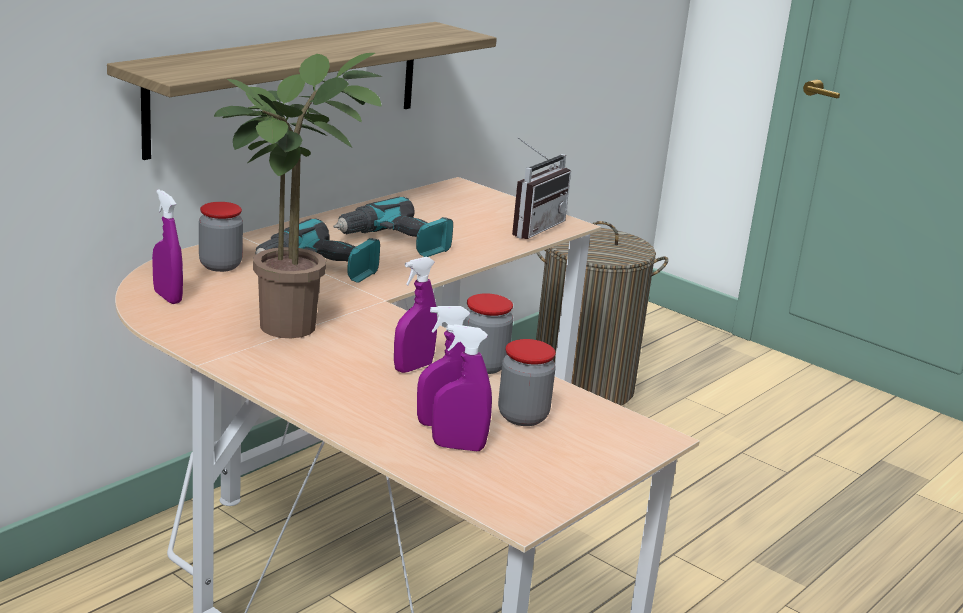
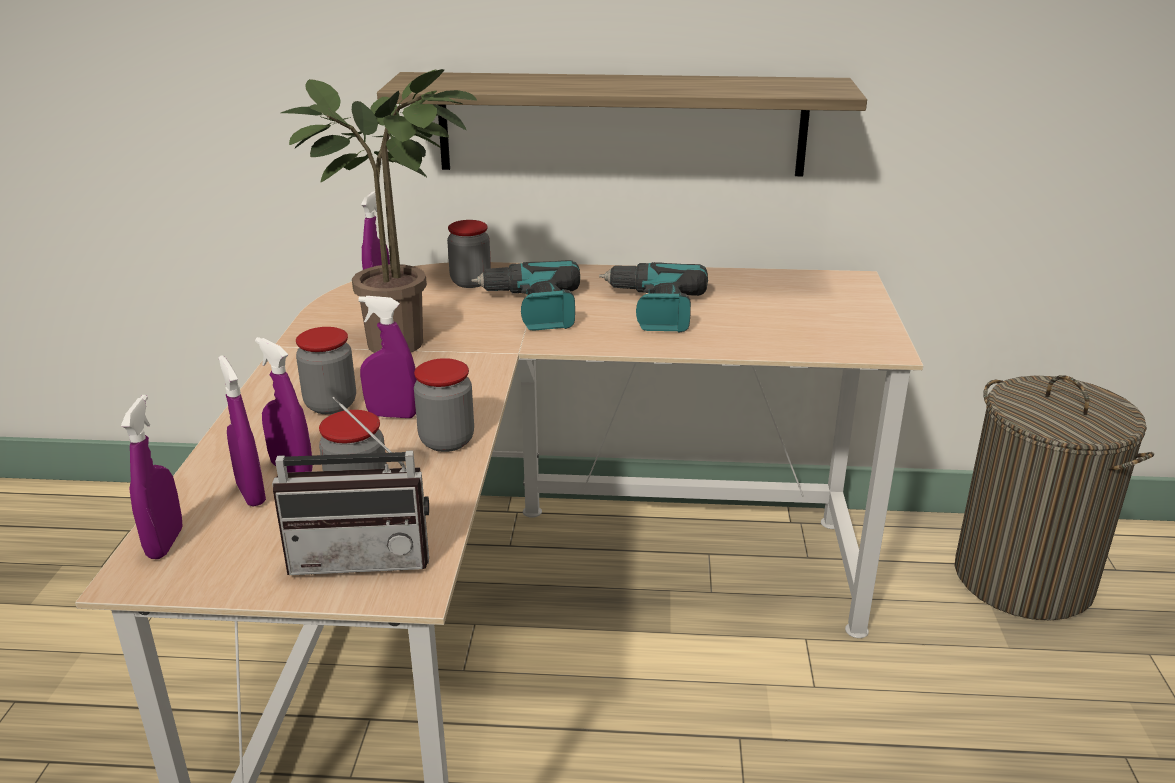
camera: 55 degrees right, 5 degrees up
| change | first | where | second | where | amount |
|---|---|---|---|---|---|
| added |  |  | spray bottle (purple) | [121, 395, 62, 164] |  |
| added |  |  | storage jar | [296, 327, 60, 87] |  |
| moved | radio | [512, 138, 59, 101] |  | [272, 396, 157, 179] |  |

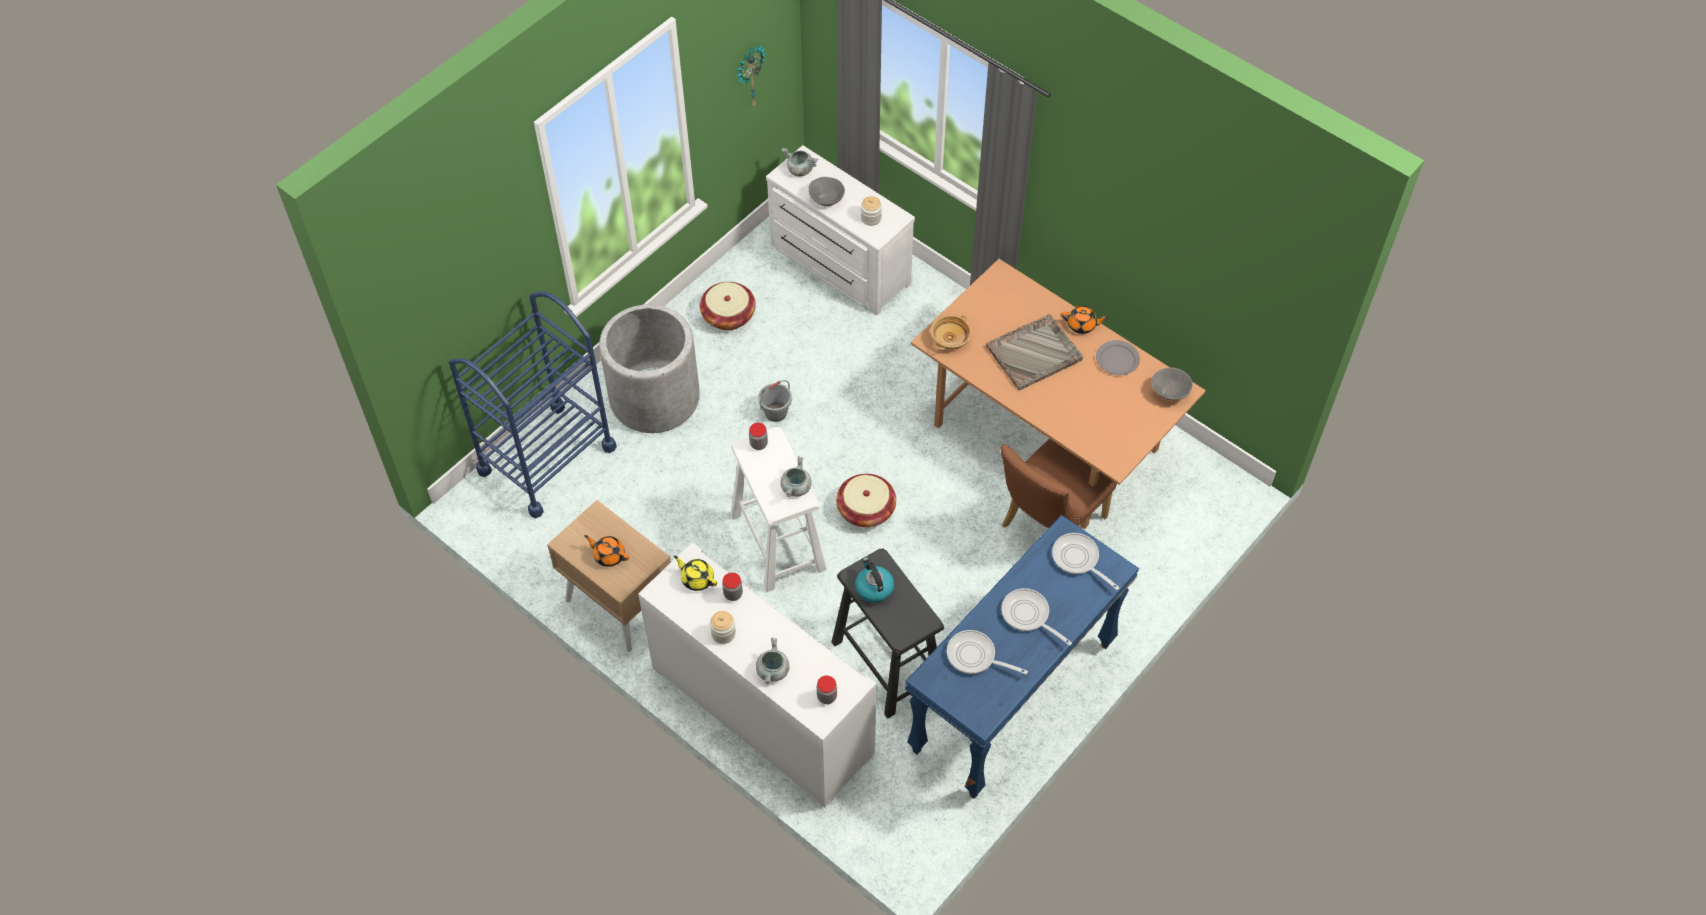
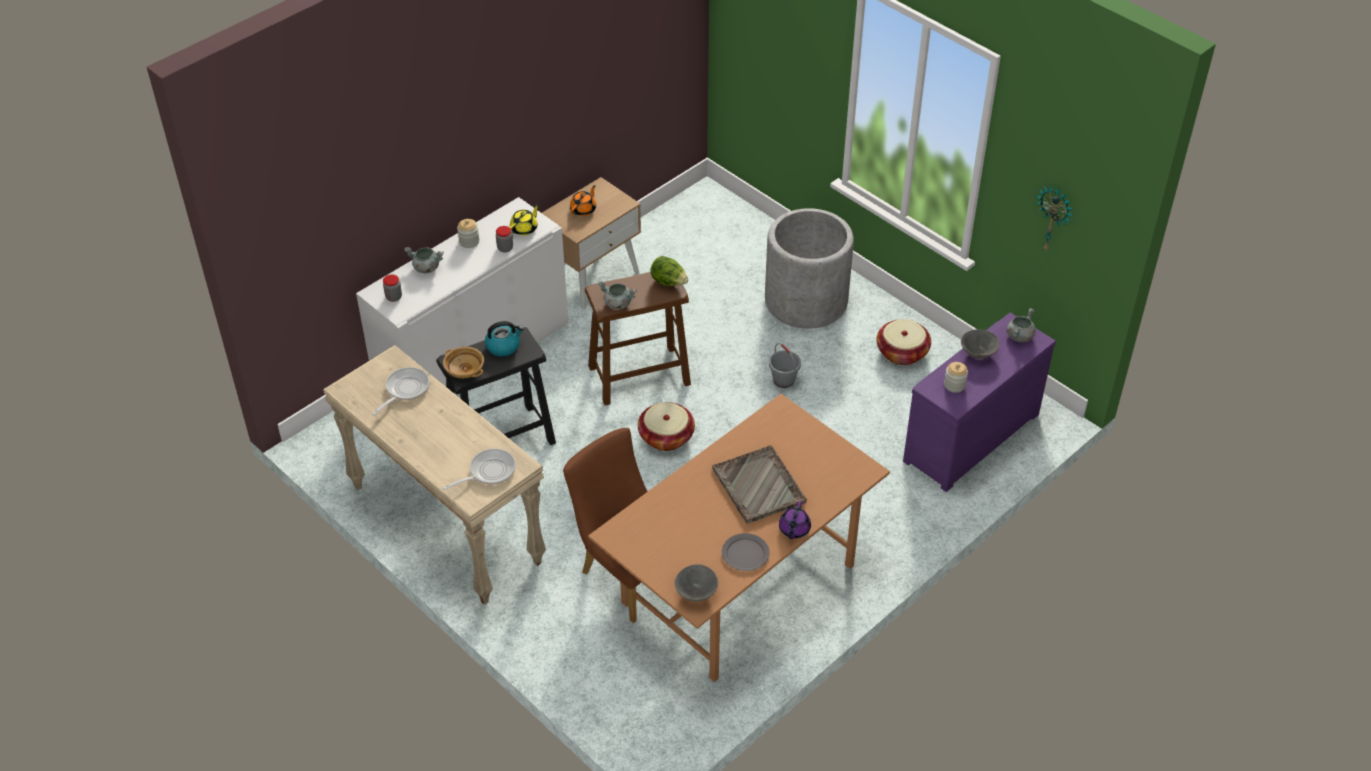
camera: 95 degrees right, 10 degrees down
| change | first | where | second | where | amount |
|---|---|---|---|---|---|
| removed | trolley (bluish) | [449, 291, 168, 227] |  |  |  |
| removed | skillet | [1001, 588, 71, 58] |  |  |  |
| moved | bowl (sand-coloured) | [931, 315, 41, 35] |  | [443, 347, 41, 32] |  |
| replaced | storage jar | [749, 423, 19, 27] | lettuce head | [650, 256, 38, 30] |  |
| recoloured | stool (whitish) | [731, 427, 96, 165] | stool (brownish) | [585, 272, 106, 134] |  |
| recoloured | chest of drawers (whitish) | [766, 145, 149, 170] | chest of drawers (purple) | [903, 312, 153, 180] |  |
| recoloured | hall table (bluish) | [905, 515, 234, 284] | hall table (sand-coloured) | [323, 345, 223, 260] |  |
| recoloured | teapot (orangey) | [1061, 305, 47, 29] | teapot (purple) | [779, 501, 32, 38] |  |

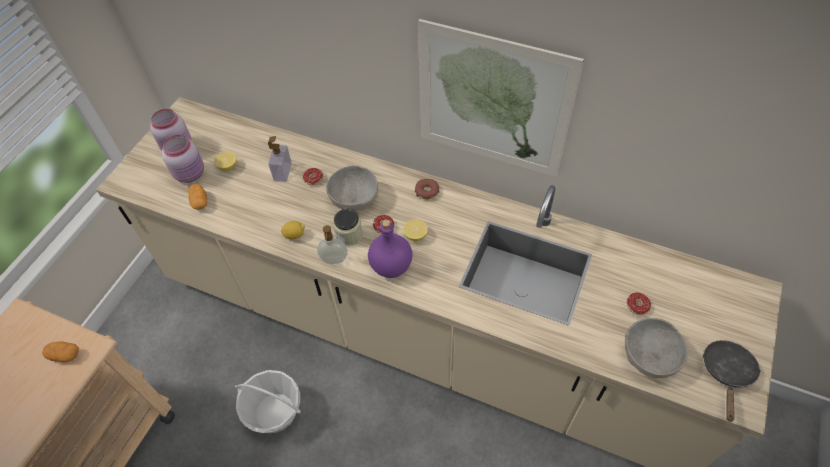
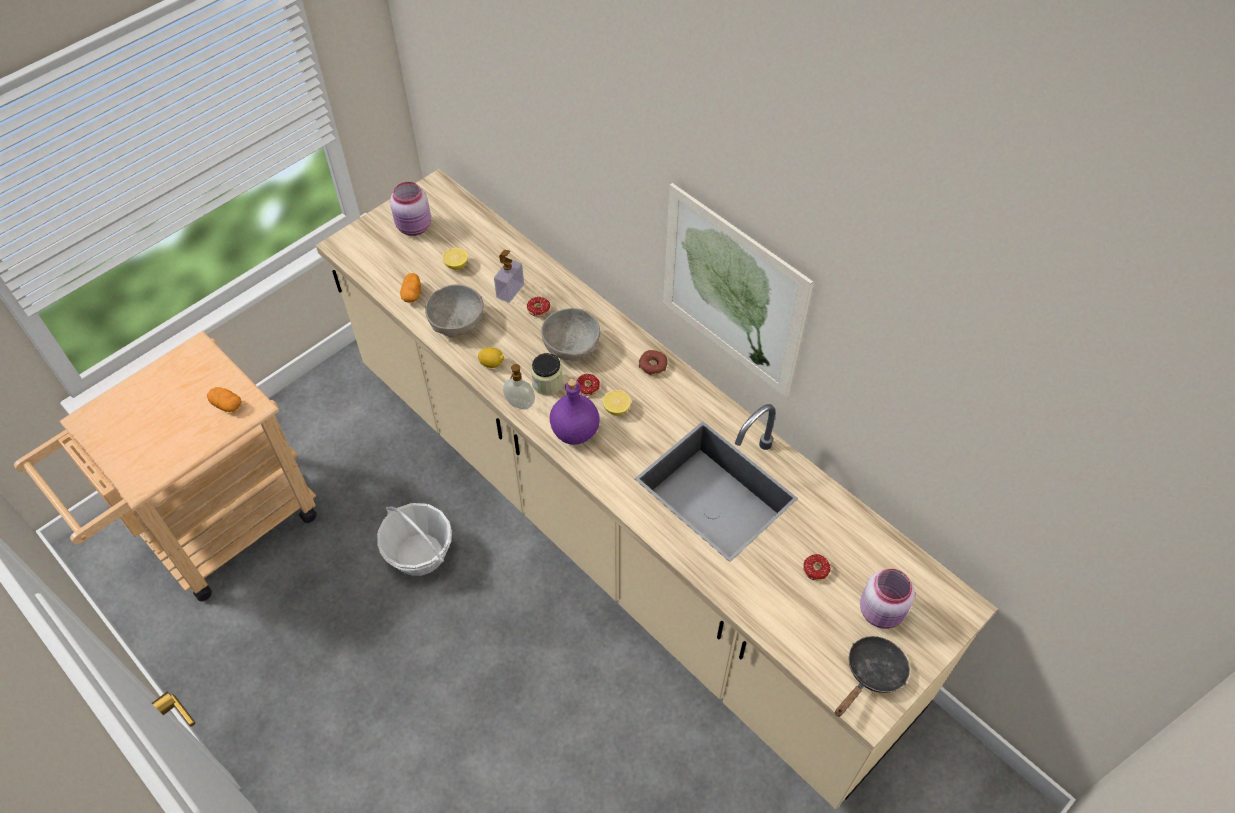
camera: 20 degrees right, 0 degrees up
| change | first | where | second | where | amount |
|---|---|---|---|---|---|
| moved | storage jar (pink) | [162, 135, 42, 48] |  | [860, 569, 55, 60] |  |
| moved | bowl (grey) | [625, 318, 63, 60] |  | [425, 284, 59, 54] |  |

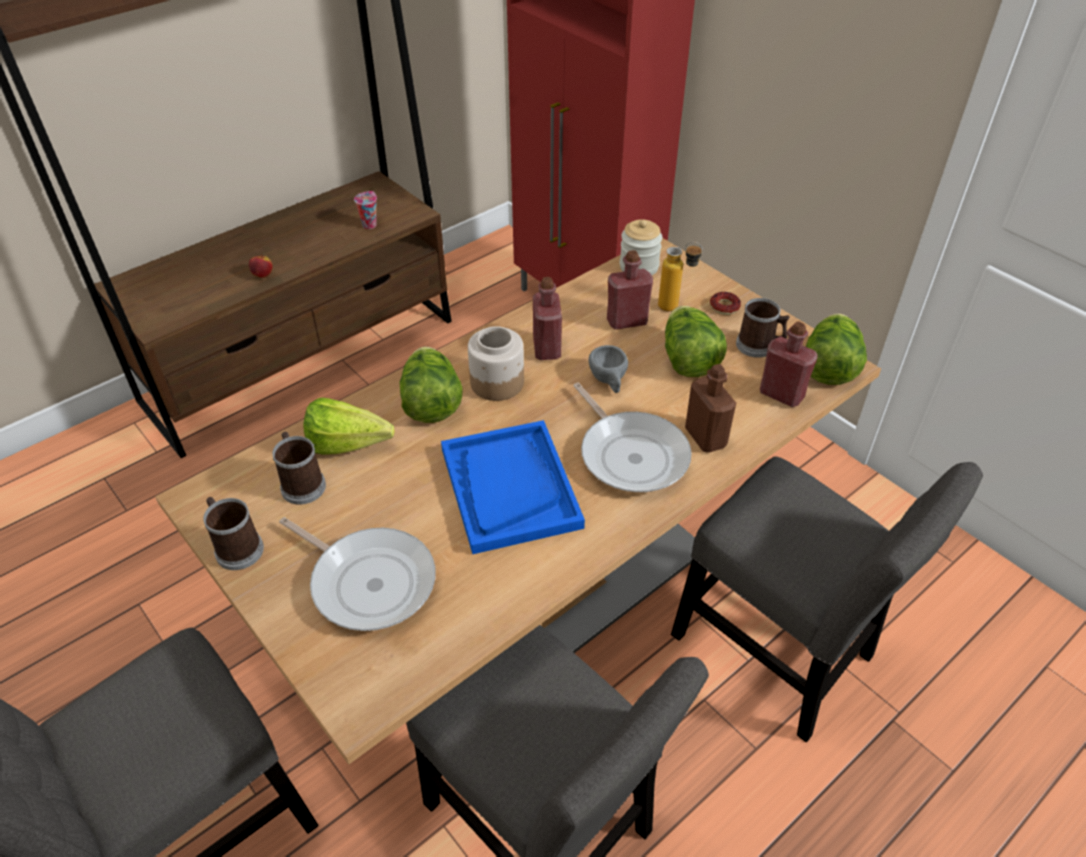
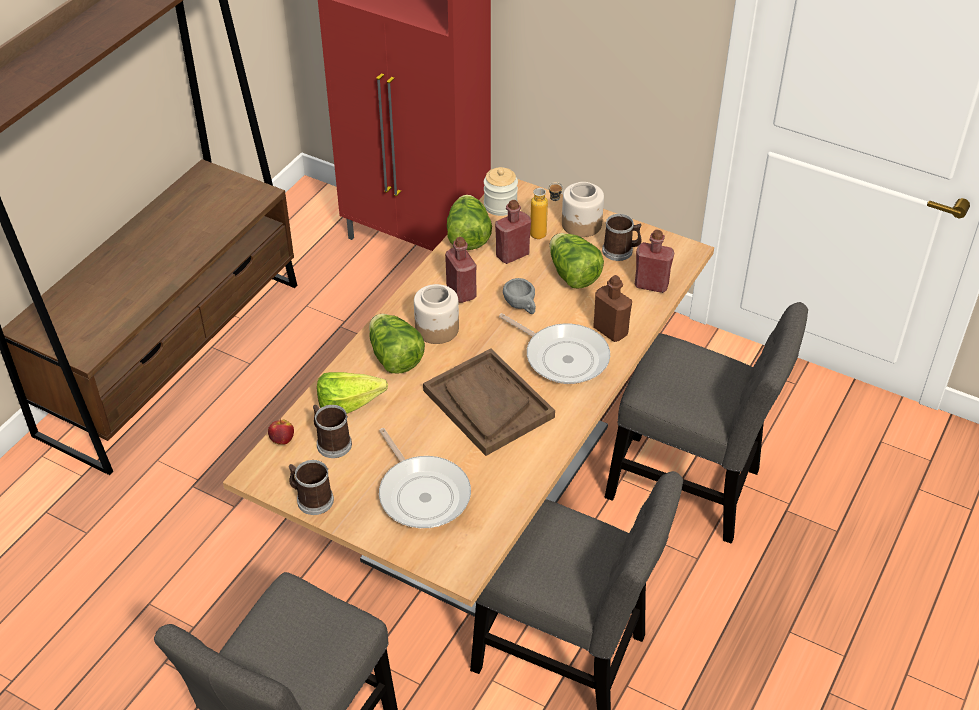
camera: 20 degrees left, 0 degrees up
| change | first | where | second | where | amount |
|---|---|---|---|---|---|
| removed | small cup | [354, 191, 23, 38] |  |  |  |
| moved | apple | [249, 254, 24, 24] |  | [268, 419, 26, 26] |  |
| moved | lettuce head | [806, 314, 61, 71] |  | [447, 195, 45, 55] |  |
| replaced | donut | [710, 292, 31, 23] | storage jar | [562, 182, 42, 55] |  |
| recoloured | carrying tray (bluish) | [441, 420, 144, 134] | carrying tray (brownish) | [423, 348, 132, 108] |  |
| turned | skillet | [279, 517, 157, 114] |  | [379, 428, 92, 100] | 45 degrees clockwise |

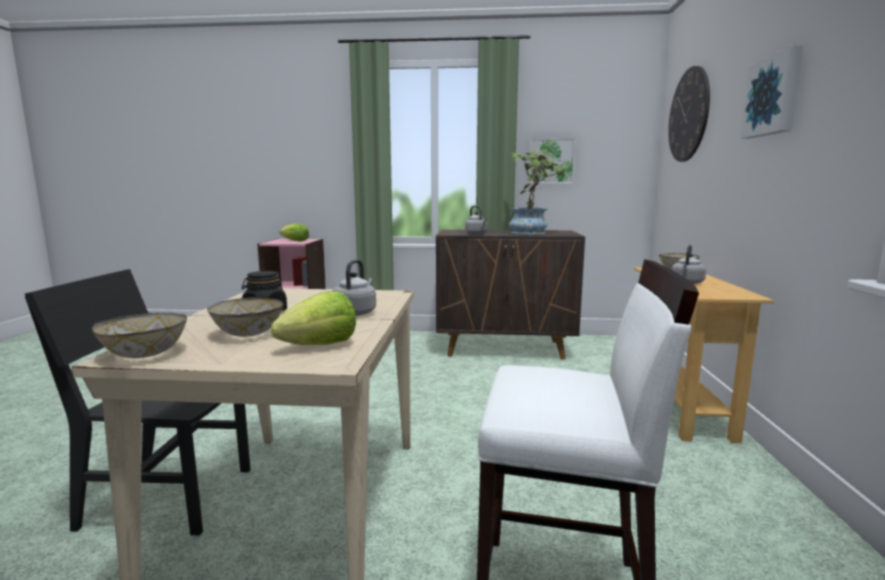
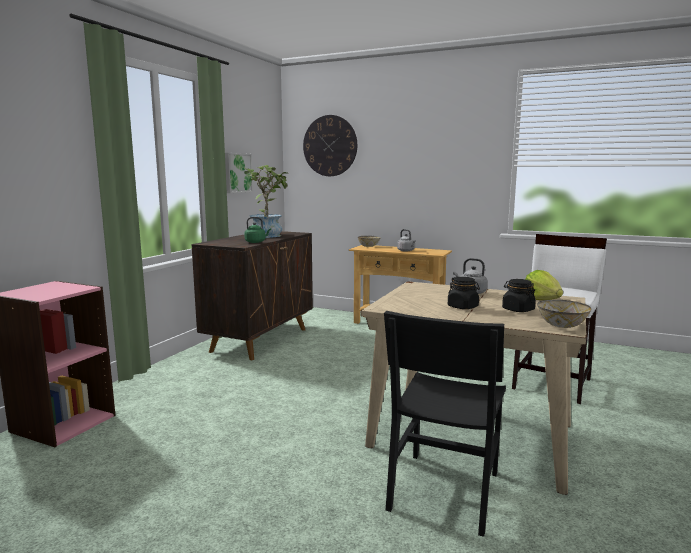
camera: 70 degrees left, 0 degrees up
| change | first | where | second | where | amount |
|---|---|---|---|---|---|
| removed | lettuce head | [279, 224, 30, 18] |  |  |  |
| removed | picture | [740, 45, 64, 94] |  |  |  |
| replaced | bowl | [207, 297, 76, 40] | storage jar (black-coloured) | [502, 279, 34, 33] |  |
| recoloured | kettle (grey) | [465, 206, 23, 28] | kettle (green) | [244, 217, 27, 26] |  |

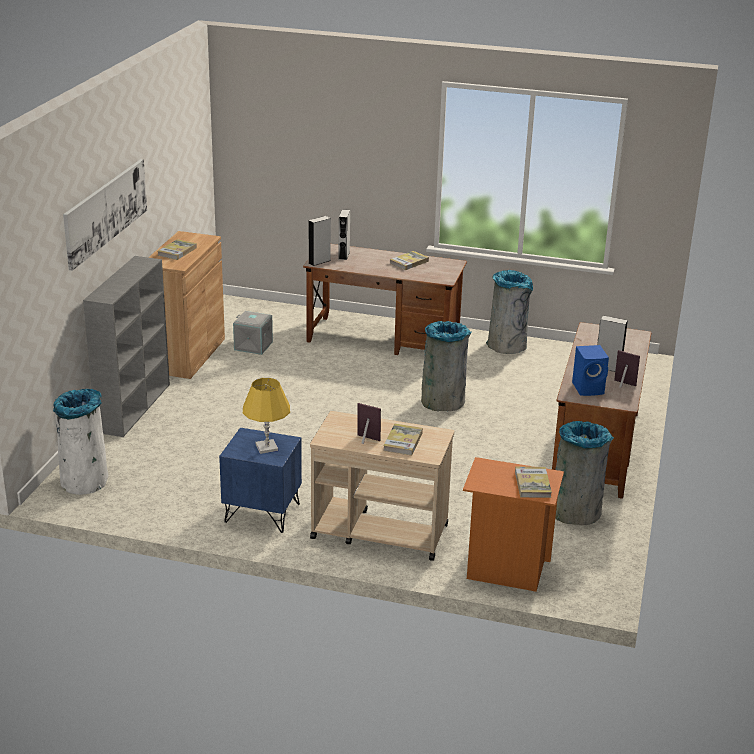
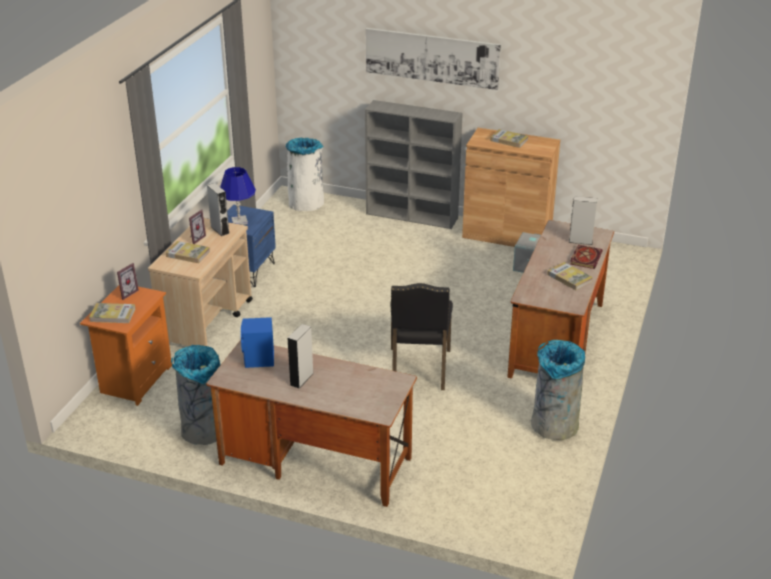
camera: 95 degrees right, 5 degrees up
| change | first | where | second | where | amount |
|---|---|---|---|---|---|
| added |  |  | book | [570, 245, 33, 24] |  |
| moved | loudspeaker (grey) | [309, 216, 22, 50] |  | [207, 183, 23, 53] |  |
| moved | photo frame | [614, 350, 26, 38] |  | [117, 263, 22, 37] |  |
| replaced | trash can (grey) | [421, 321, 51, 90] | plain chair (black-coloured) | [390, 283, 63, 107] |  |
| recoloured | table lamp (yellow-coloured) | [243, 378, 47, 76] | table lamp (bluish) | [220, 167, 36, 58] |  |

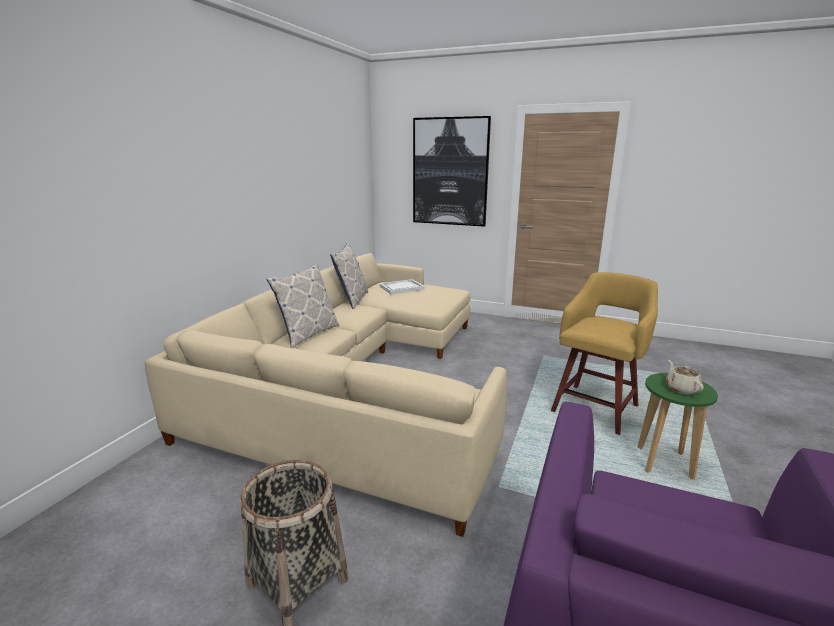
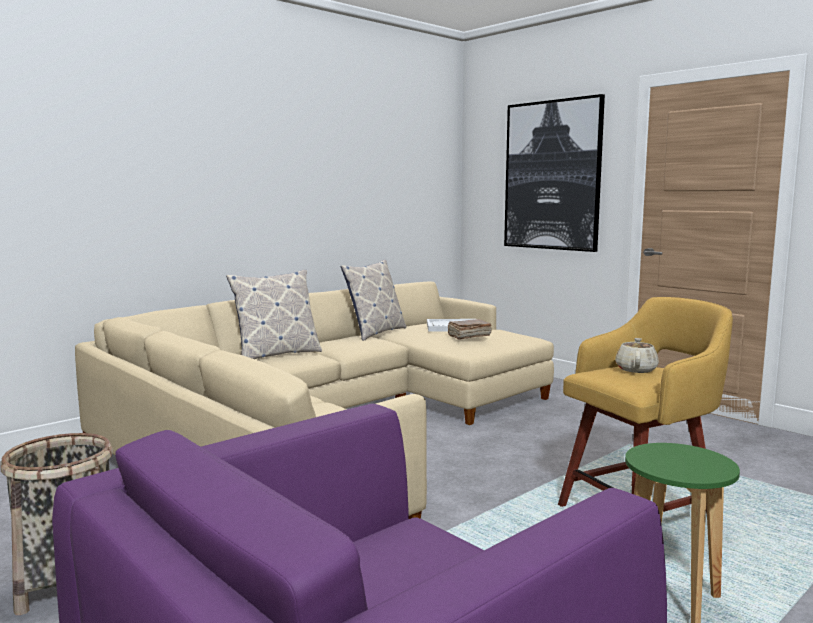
camera: 25 degrees right, 10 degrees down
| change | first | where | second | where | amount |
|---|---|---|---|---|---|
| added |  |  | book (brownish) | [447, 319, 45, 21] |  |
| moved | teapot (sand-coloured) | [666, 360, 38, 35] |  | [615, 338, 44, 35] |  |

